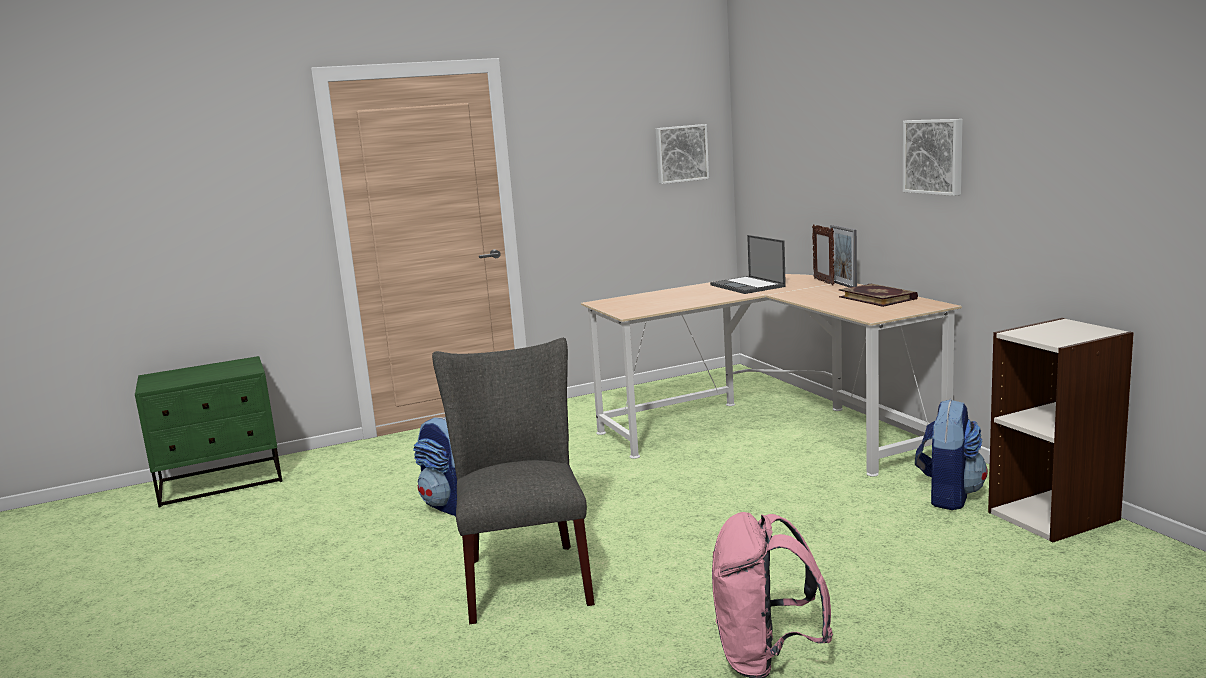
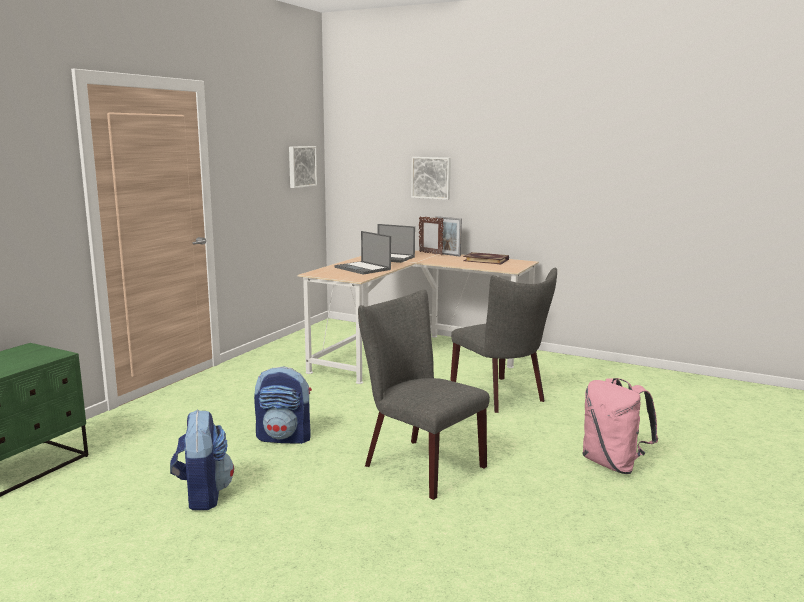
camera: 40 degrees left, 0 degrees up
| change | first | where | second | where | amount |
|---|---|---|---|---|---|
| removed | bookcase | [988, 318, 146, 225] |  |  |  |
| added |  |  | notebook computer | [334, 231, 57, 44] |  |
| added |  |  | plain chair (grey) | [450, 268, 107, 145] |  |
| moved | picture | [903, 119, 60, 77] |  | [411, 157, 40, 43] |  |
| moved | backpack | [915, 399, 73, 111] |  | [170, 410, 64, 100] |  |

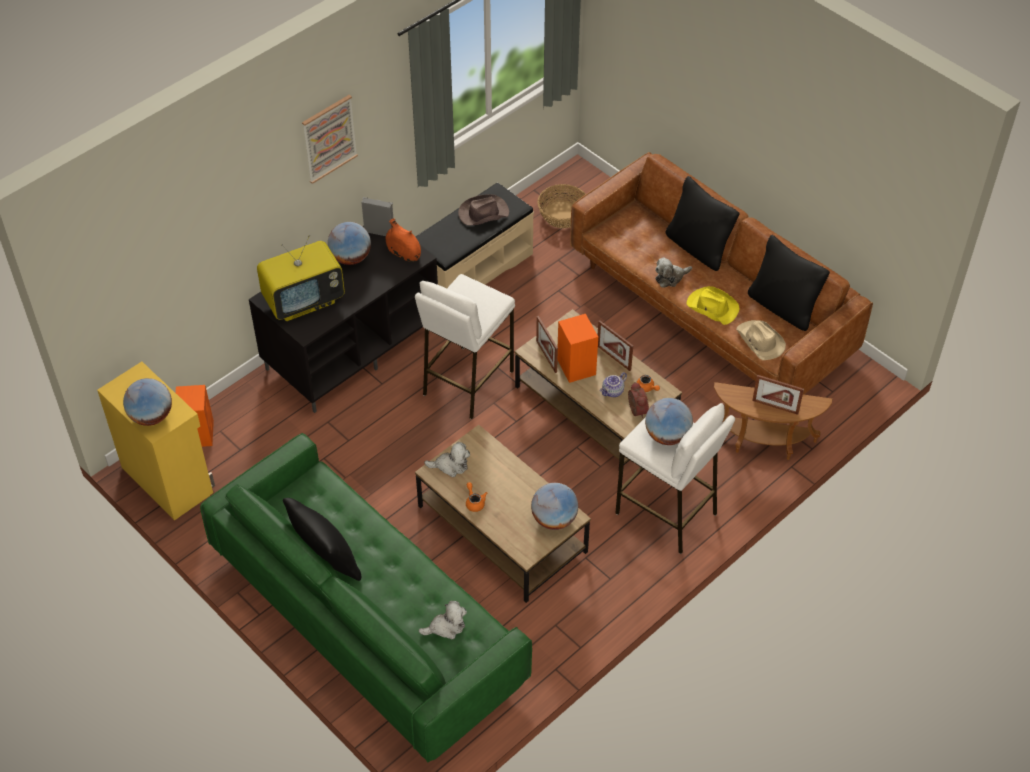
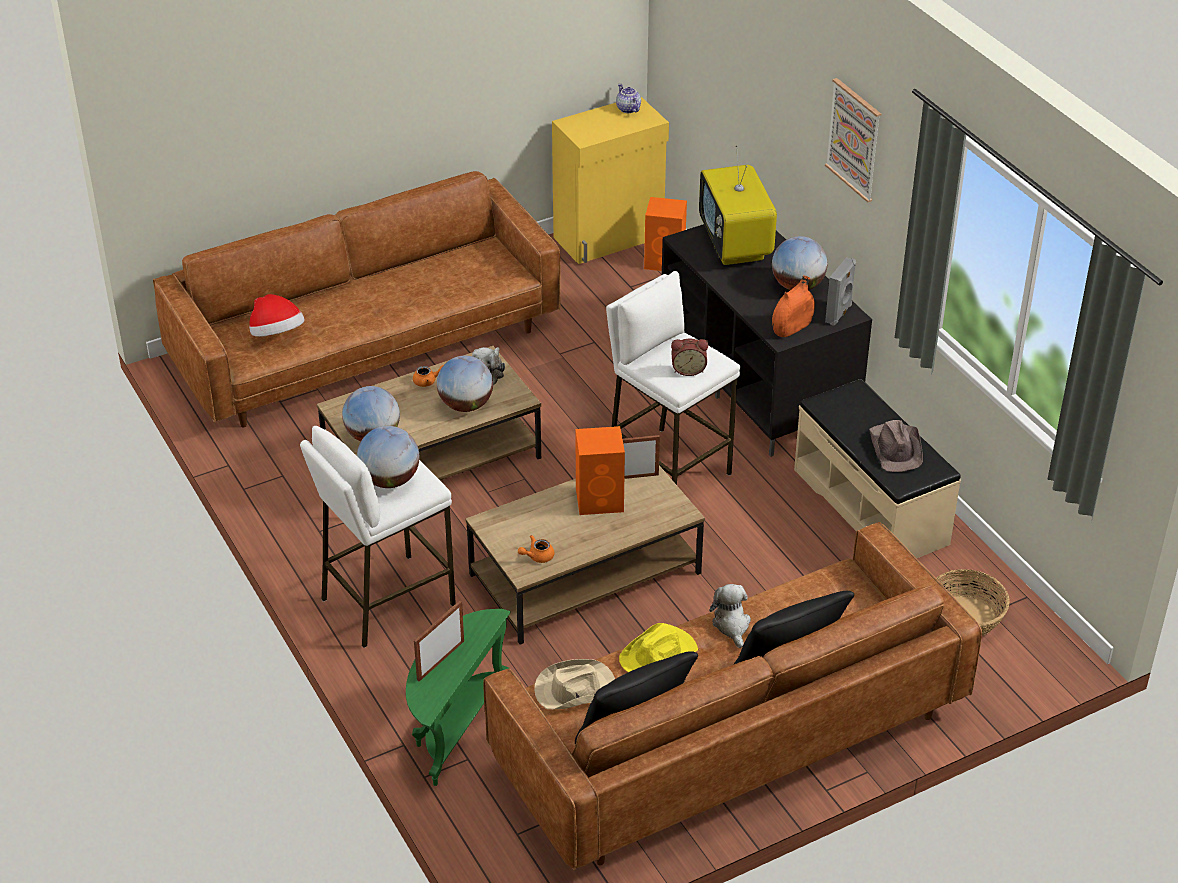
camera: 105 degrees right, 10 degrees down
| change | first | where | second | where | amount |
|---|---|---|---|---|---|
| removed | throw pillow (black-coloured) | [283, 498, 78, 83] |  |  |  |
| removed | photo frame | [598, 320, 35, 51] |  |  |  |
| moved | world globe | [123, 378, 49, 48] |  | [437, 355, 56, 57] |  |
| moved | teapot | [600, 372, 27, 25] |  | [616, 84, 25, 29] |  |
| moved | alarm clock | [628, 382, 21, 36] |  | [671, 339, 37, 37] |  |
| replaced | plush toy | [418, 601, 49, 38] | wearable hat | [249, 294, 56, 43] |  |
| recoloured | couch (green) | [200, 433, 332, 330] | couch (brownish) | [153, 171, 408, 257] |  |
| recoloured | end table (brownish) | [714, 382, 118, 78] | end table (green) | [406, 609, 105, 177] |  |

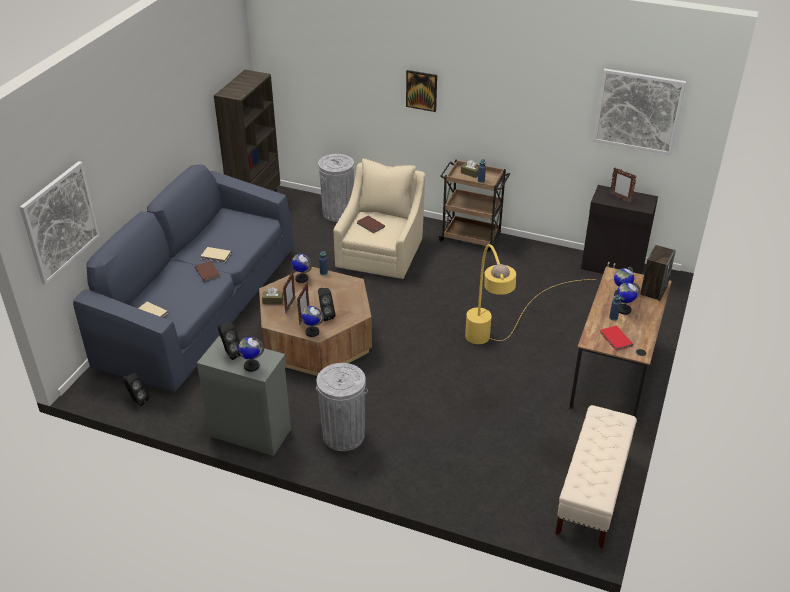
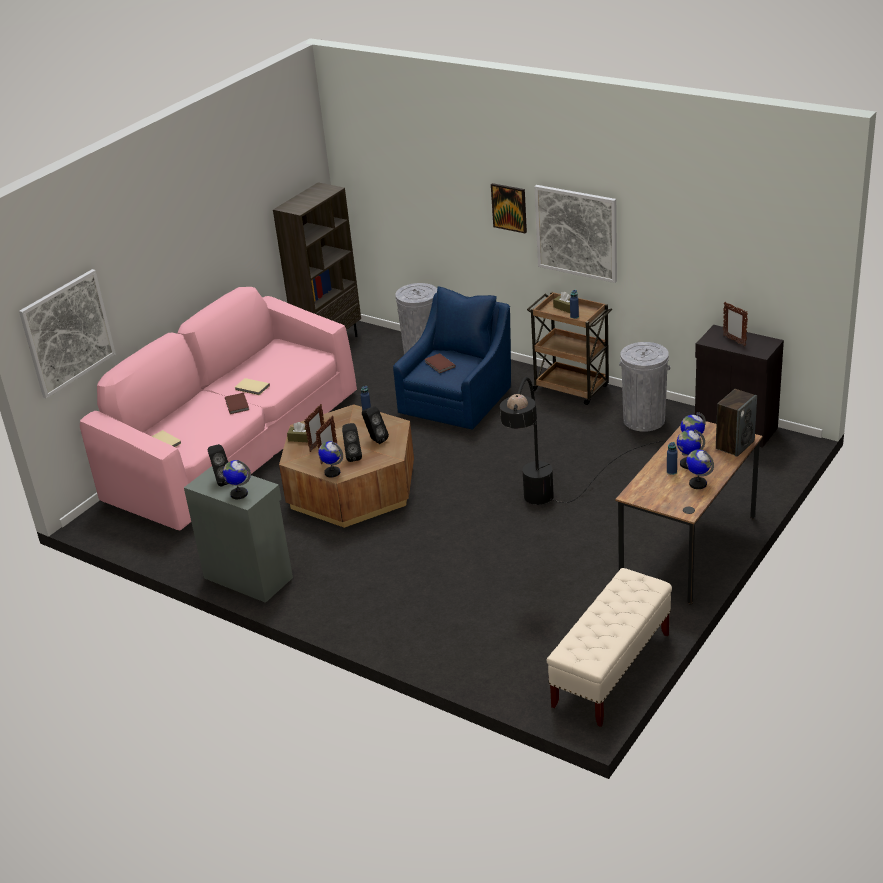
camera: 15 degrees right, 5 degrees down
| change | first | where | second | where | amount |
|---|---|---|---|---|---|
| removed | book (red) | [600, 325, 33, 26] |  |  |  |
| moved | loudspeaker (black-coloured) | [123, 373, 26, 33] |  | [362, 406, 27, 38] |  |
| moved | world globe | [292, 254, 20, 29] |  | [686, 449, 28, 40] |  |
| moved | trash can (grey) | [316, 363, 52, 88] |  | [619, 342, 51, 90] |  |
| moved | picture | [593, 69, 93, 86] |  | [534, 185, 83, 98] |  |
| recoloured | couch (bluish) | [73, 165, 221, 227] | couch (pink) | [80, 287, 277, 243] |  |
| recoloured | armchair (sand-coloured) | [334, 159, 91, 120] | armchair (bluish) | [393, 286, 118, 143] |  |
| recoloured | standard lamp (yellow-coloured) | [465, 244, 131, 100] | standard lamp (black-coloured) | [500, 377, 167, 128] |  |

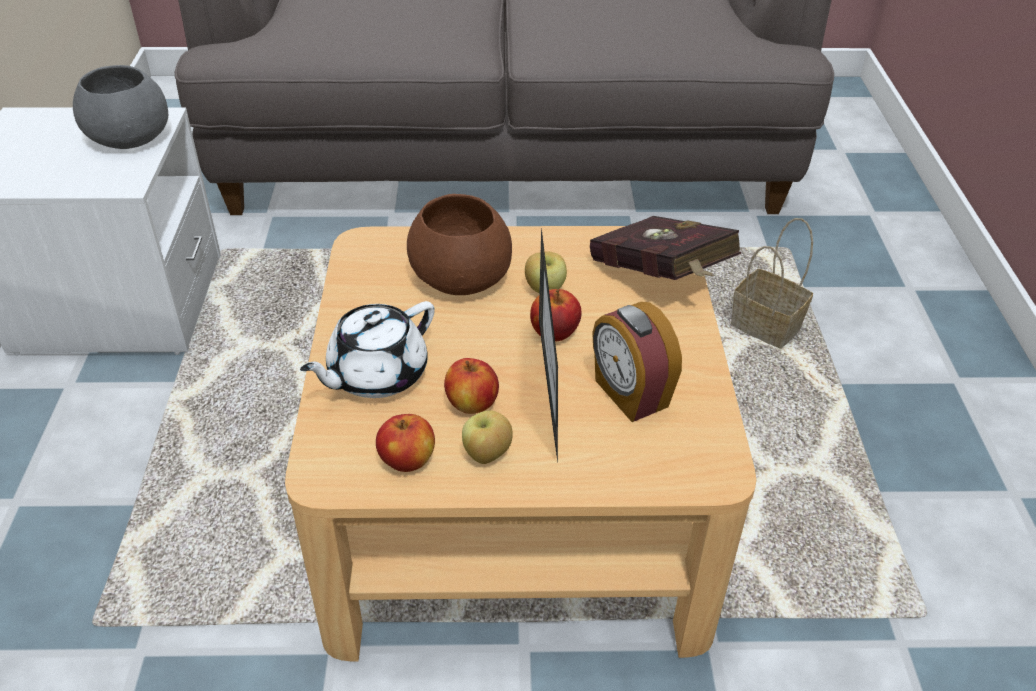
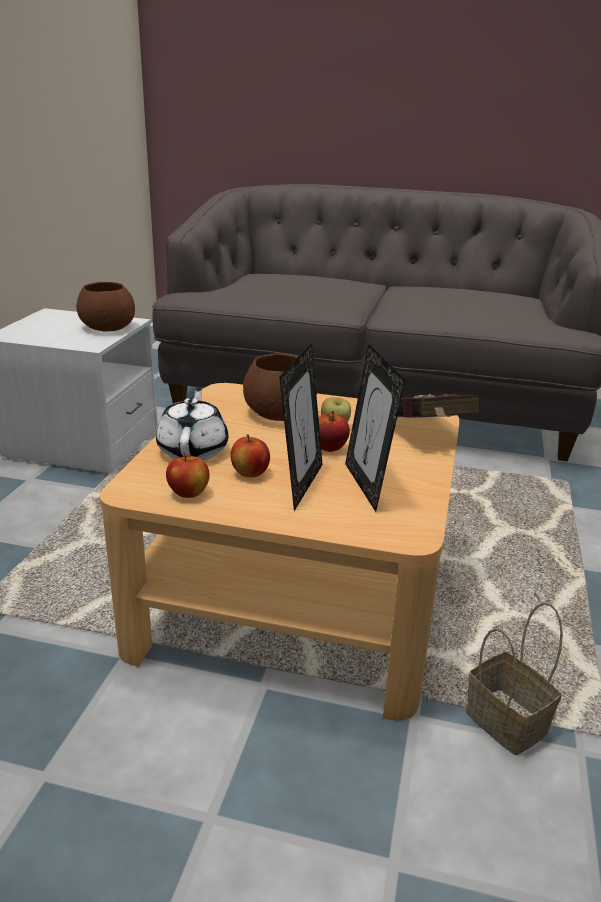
camera: 15 degrees right, 15 degrees down
| change | first | where | second | where | amount |
|---|---|---|---|---|---|
| removed | apple | [462, 410, 51, 54] |  |  |  |
| moved | household basket | [731, 218, 82, 130] |  | [466, 602, 97, 153] |  |
| replaced | alarm clock | [592, 302, 90, 120] | photo frame | [345, 344, 60, 168] |  |
| recoloured | bowl (grey) | [73, 65, 95, 84] | bowl (brownish) | [76, 282, 59, 49] |  |
| turned | teapot (whitish) | [300, 301, 135, 97] |  | [156, 387, 72, 73] | 120 degrees clockwise |

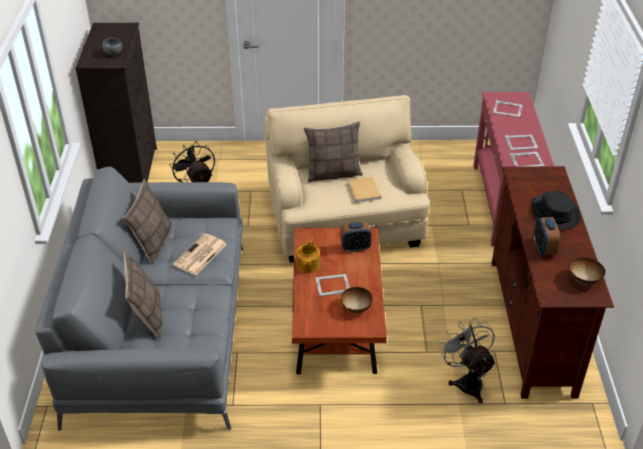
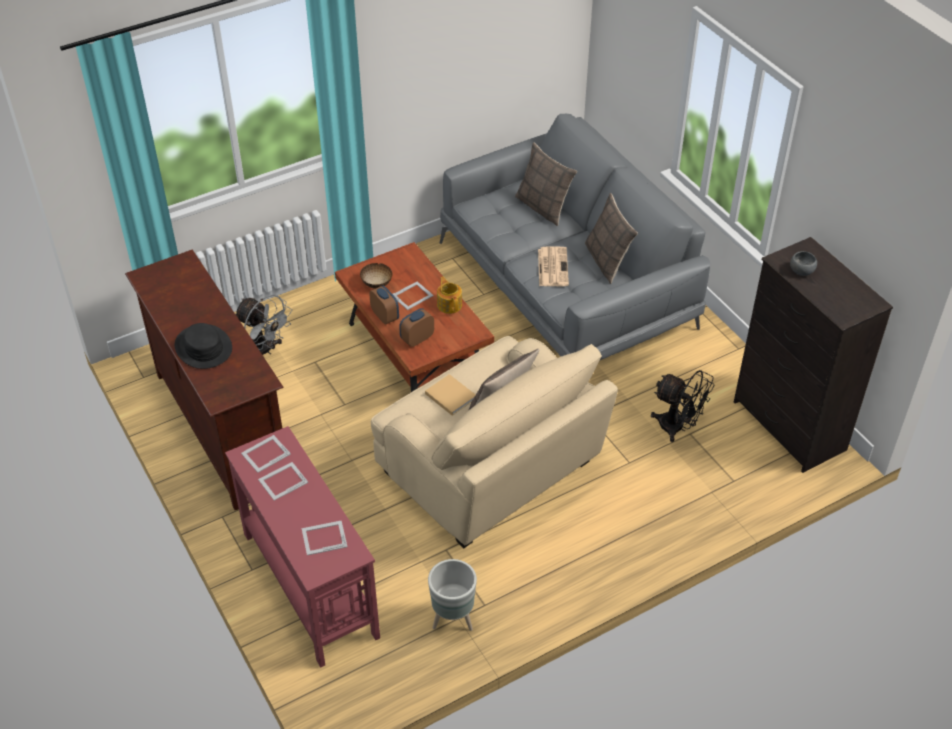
camera: 150 degrees right, 5 degrees up
| change | first | where | second | where | amount |
|---|---|---|---|---|---|
| removed | bowl | [569, 257, 37, 28] |  |  |  |
| added |  |  | flower pot (grey) | [428, 559, 49, 72] |  |
| moved | alarm clock | [534, 217, 26, 38] |  | [369, 286, 30, 38] |  |

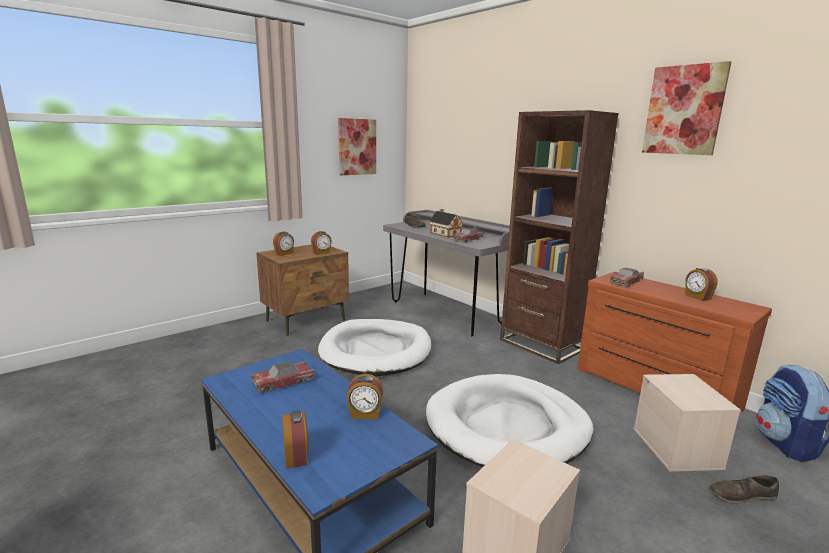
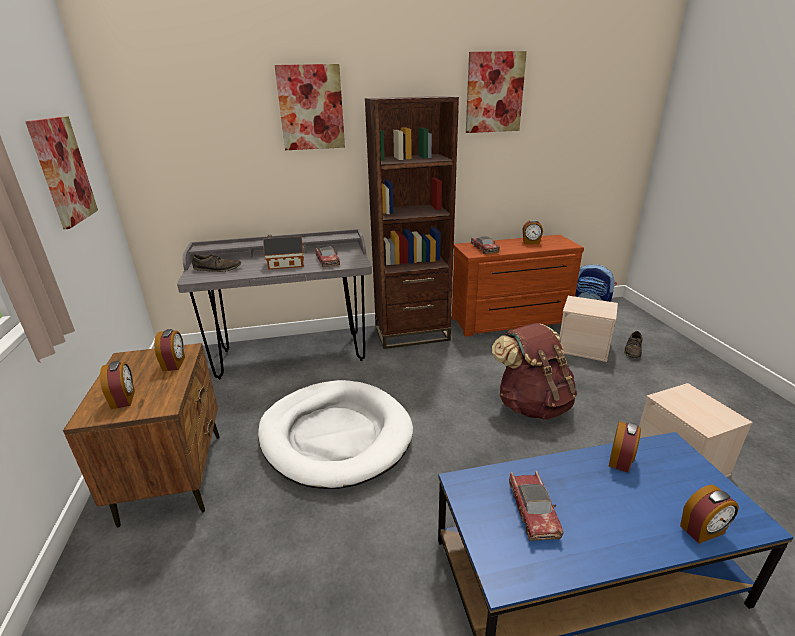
camera: 60 degrees left, 10 degrees up
| change | first | where | second | where | amount |
|---|---|---|---|---|---|
| added |  |  | picture | [275, 64, 70, 86] |  |
| replaced | dog cushion (whitish) | [426, 374, 168, 93] | backpack (brownish) | [492, 323, 85, 97] |  |
| turned | alarm clock | [282, 410, 27, 59] |  | [680, 485, 59, 59] | 150 degrees clockwise |

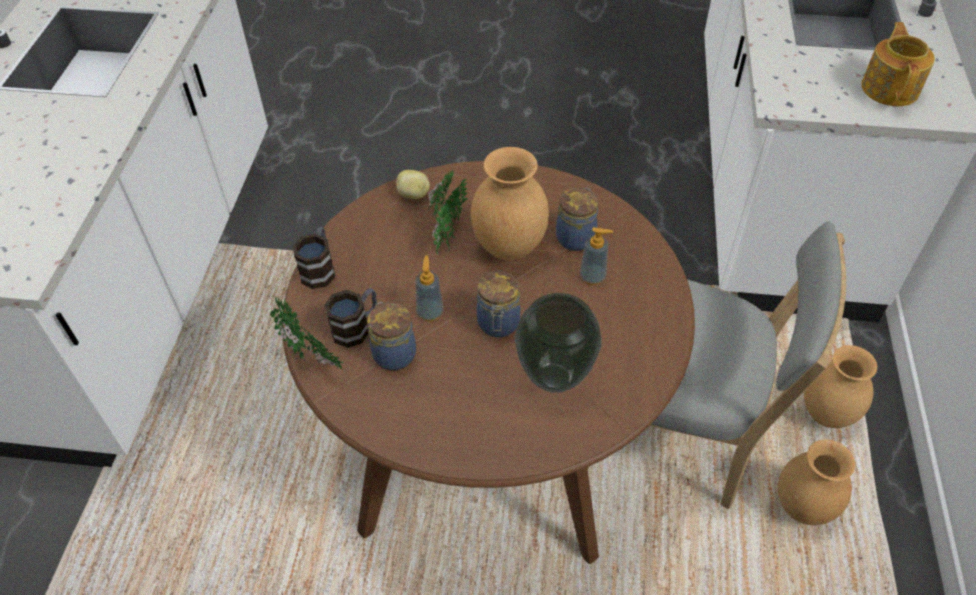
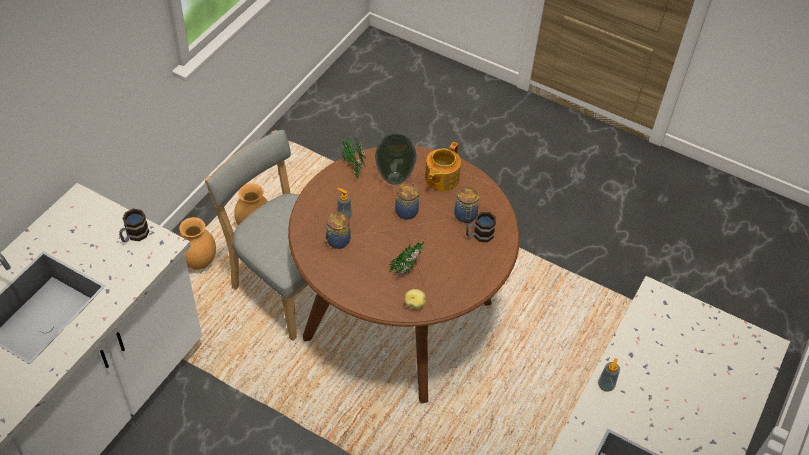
camera: 160 degrees left, 0 degrees up
| change | first | where | second | where | amount |
|---|---|---|---|---|---|
| removed | flower vase (brownish) | [471, 147, 78, 113] |  |  |  |
| moved | houseplant | [270, 297, 75, 74] |  | [340, 138, 26, 40] |  |
| moved | mug | [293, 226, 42, 63] |  | [119, 209, 30, 34] |  |
| moved | soap dispenser | [415, 255, 29, 66] |  | [598, 358, 22, 34] |  |
| moved | teapot | [861, 22, 74, 84] |  | [425, 142, 36, 49] |  |

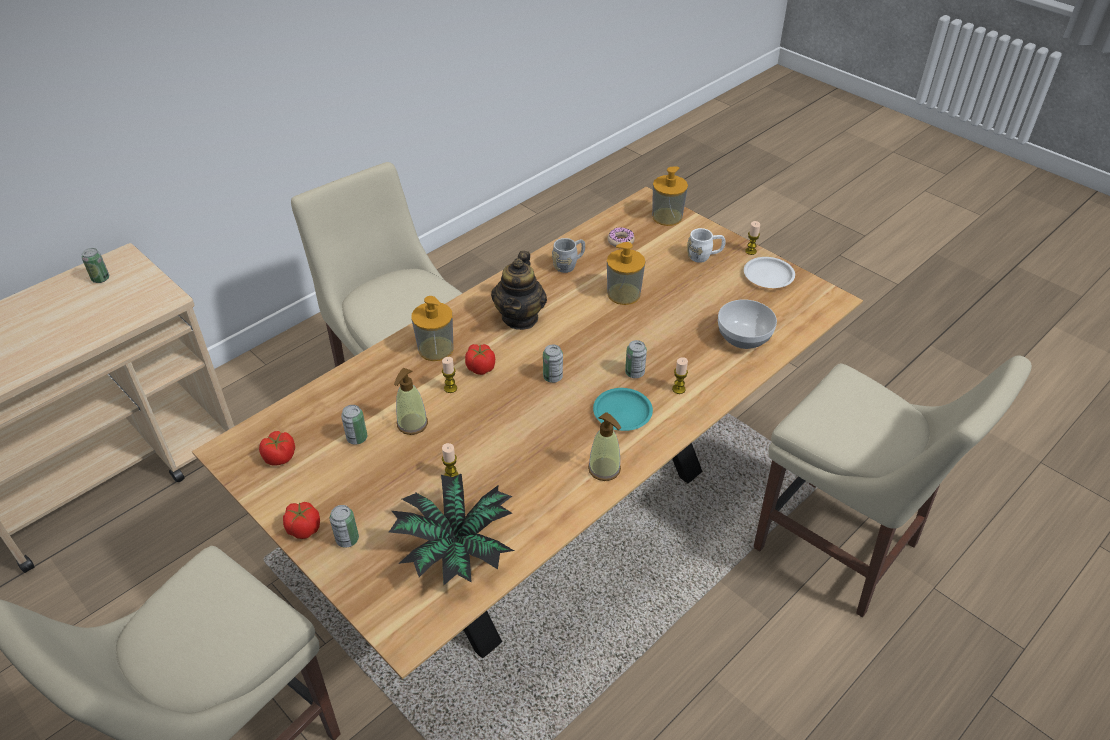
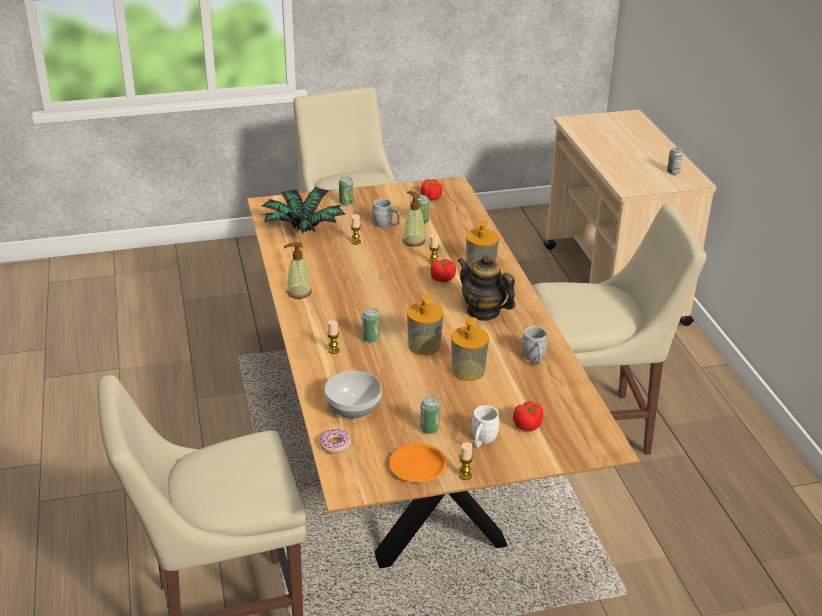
camera: 120 degrees right, 10 degrees down
| change | first | where | second | where | amount |
|---|---|---|---|---|---|
| removed | plate (turquoise-coloured) | [593, 388, 60, 43] |  |  |  |
| added |  |  | mug (grey) | [371, 199, 29, 28] |  |
| moved | tomato | [283, 502, 37, 37] |  | [513, 401, 30, 30] |  |
| moved | can | [543, 345, 20, 38] |  | [420, 396, 20, 38] |  |
| moved | donut | [607, 227, 28, 20] |  | [319, 429, 32, 25] |  |
| moved | soap dispenser | [652, 167, 36, 59] |  | [407, 294, 36, 61] |  |
| recoloured | plate (whitish) | [744, 257, 51, 31] | plate (orangey) | [389, 443, 58, 39] |  |

